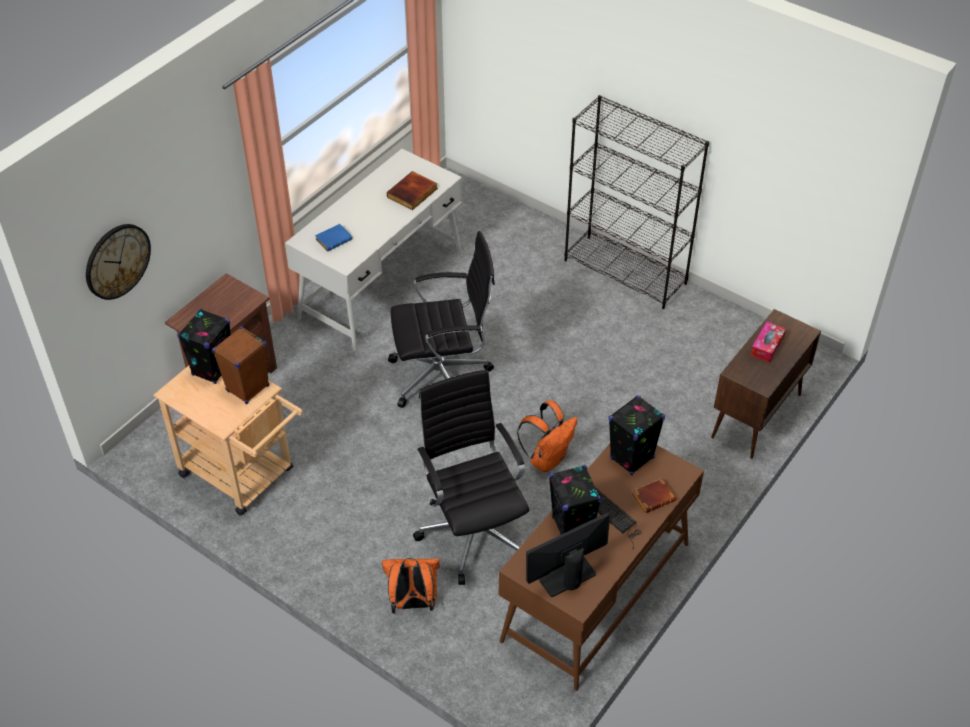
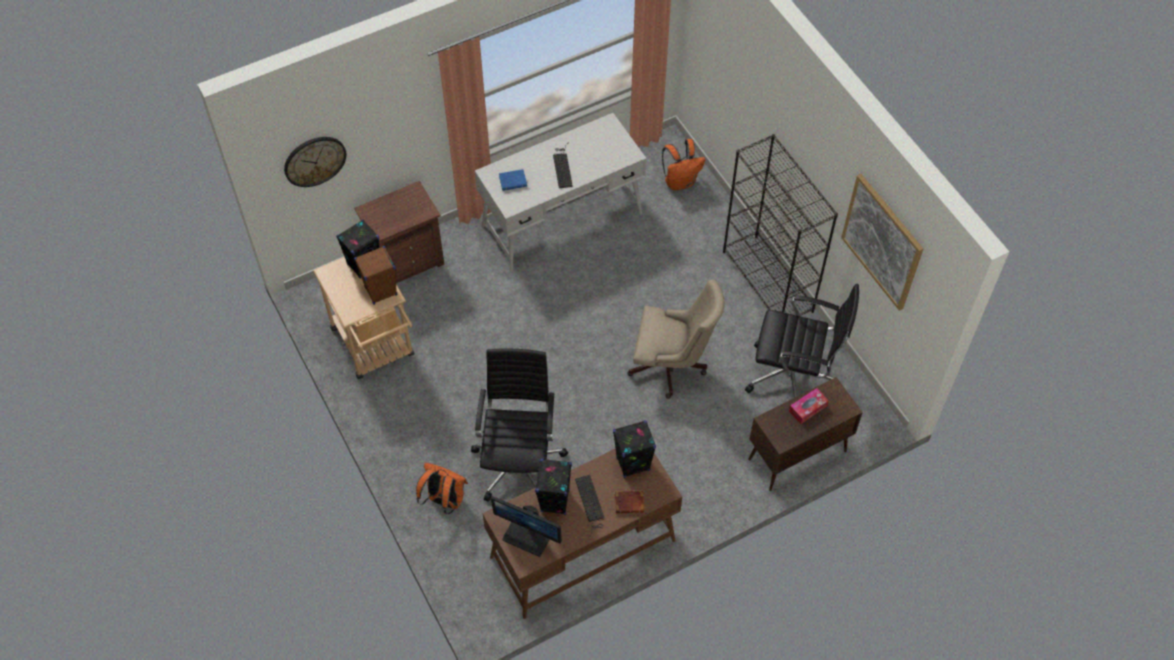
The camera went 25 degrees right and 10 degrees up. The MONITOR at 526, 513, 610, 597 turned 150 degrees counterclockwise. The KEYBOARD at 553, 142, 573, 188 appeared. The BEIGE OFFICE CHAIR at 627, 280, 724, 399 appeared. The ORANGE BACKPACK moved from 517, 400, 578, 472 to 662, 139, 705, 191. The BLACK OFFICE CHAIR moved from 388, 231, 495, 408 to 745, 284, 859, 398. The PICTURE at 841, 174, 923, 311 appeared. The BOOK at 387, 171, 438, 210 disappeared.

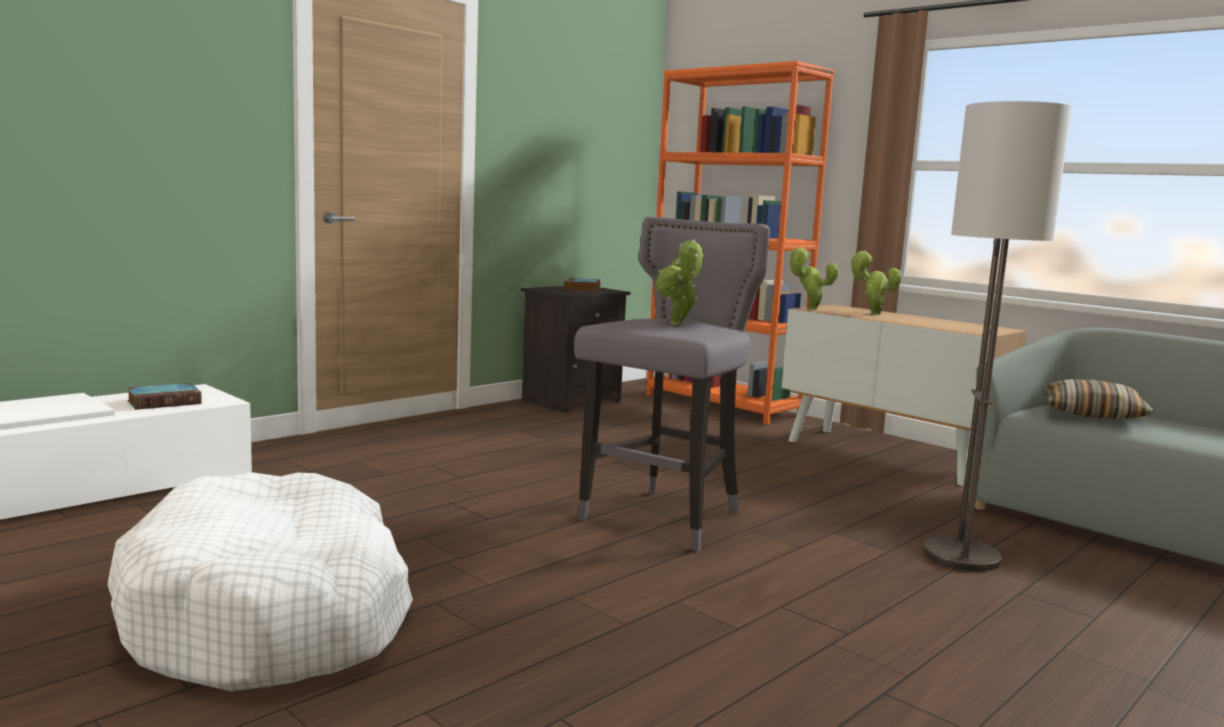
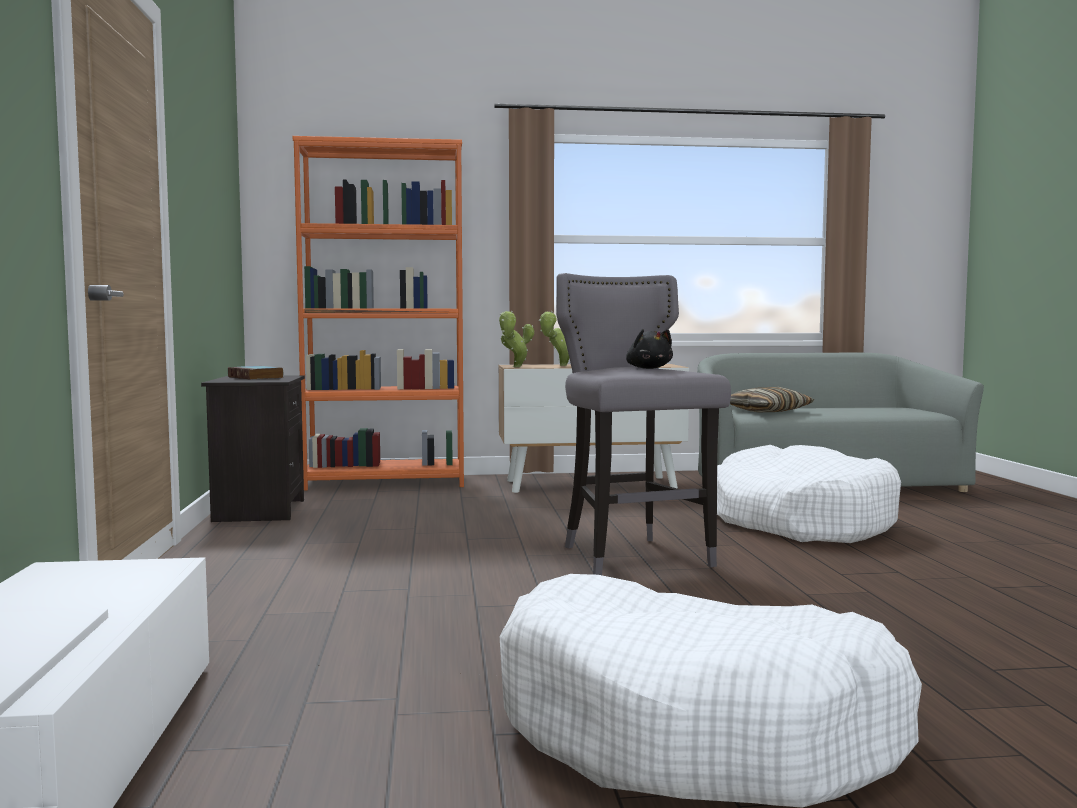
The camera went 50 degrees left and 5 degrees down. The POTTED PLANT at 655, 239, 703, 325 was replaced by the BLACK PLUSH TOY at 626, 329, 673, 369. The FLOOR LAMP at 923, 101, 1072, 571 was replaced by the WHITE DOG BED at 717, 445, 901, 543. The BOOK at 127, 383, 202, 410 disappeared.

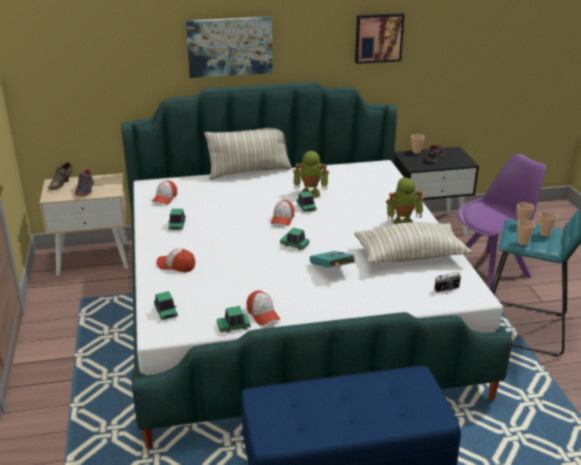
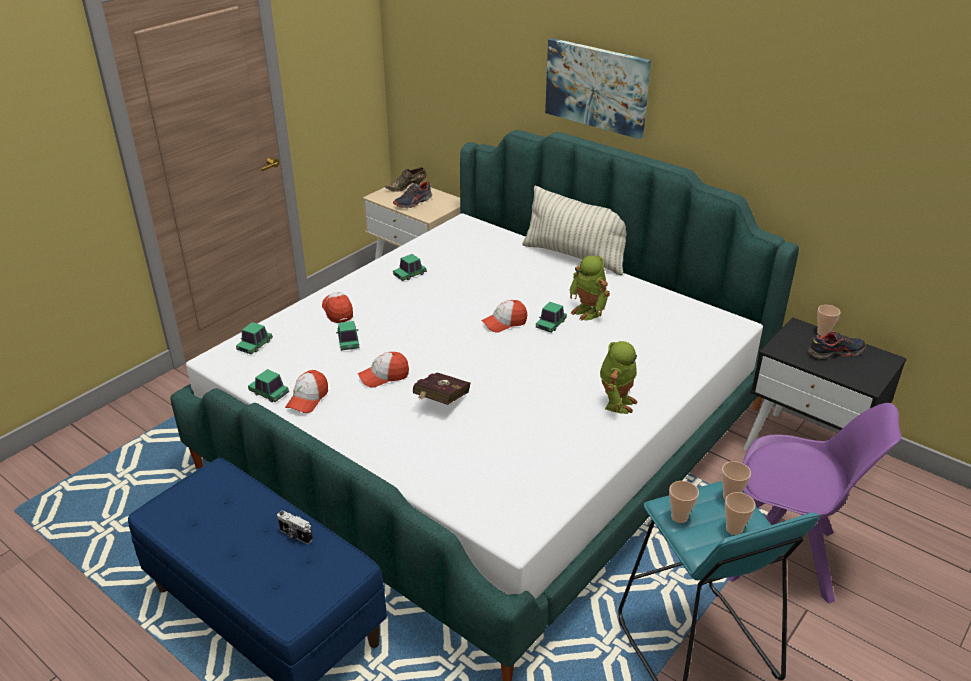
The camera went 50 degrees right and 5 degrees up. The PHOTO CAMERA moved from 434, 272, 461, 292 to 277, 510, 313, 544. The TOY CAR moved from 280, 228, 309, 250 to 336, 321, 359, 351. The CAP moved from 152, 180, 177, 204 to 358, 352, 409, 388. The TURQUOISE BOOK at 310, 251, 355, 268 became the RED BOOK at 413, 372, 471, 405. The TOY ROBOT at 386, 178, 424, 224 turned 105 degrees counterclockwise. The PILLOW at 354, 222, 472, 264 disappeared. The PICTURE at 355, 13, 405, 64 disappeared.

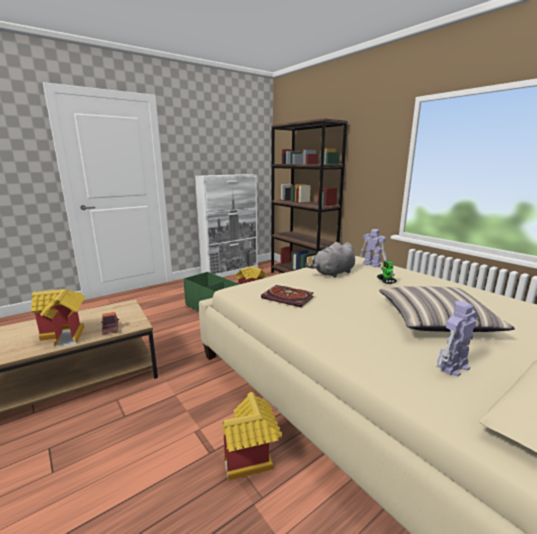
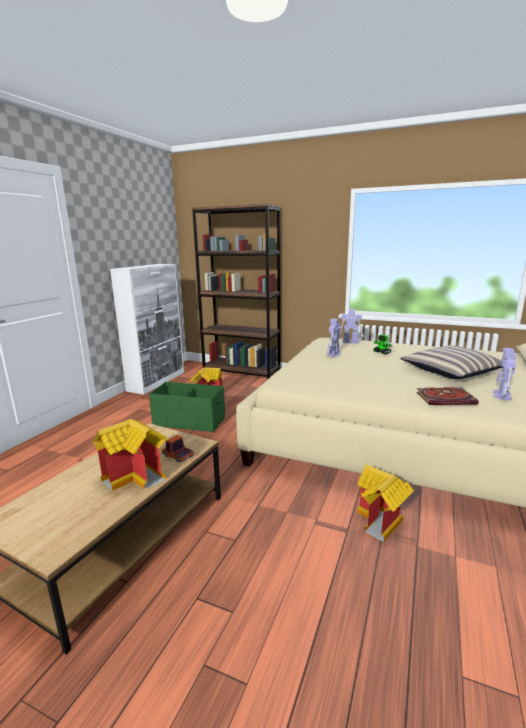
The camera went 30 degrees left and 0 degrees up. The GREY PLUSH TOY at 305, 242, 355, 278 was replaced by the TOY ROBOT at 326, 319, 341, 357. The BOOK moved from 261, 285, 314, 307 to 416, 387, 479, 405.

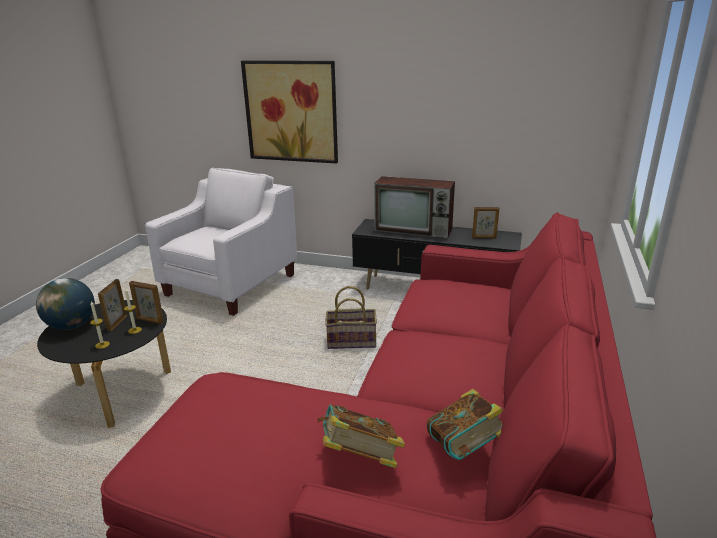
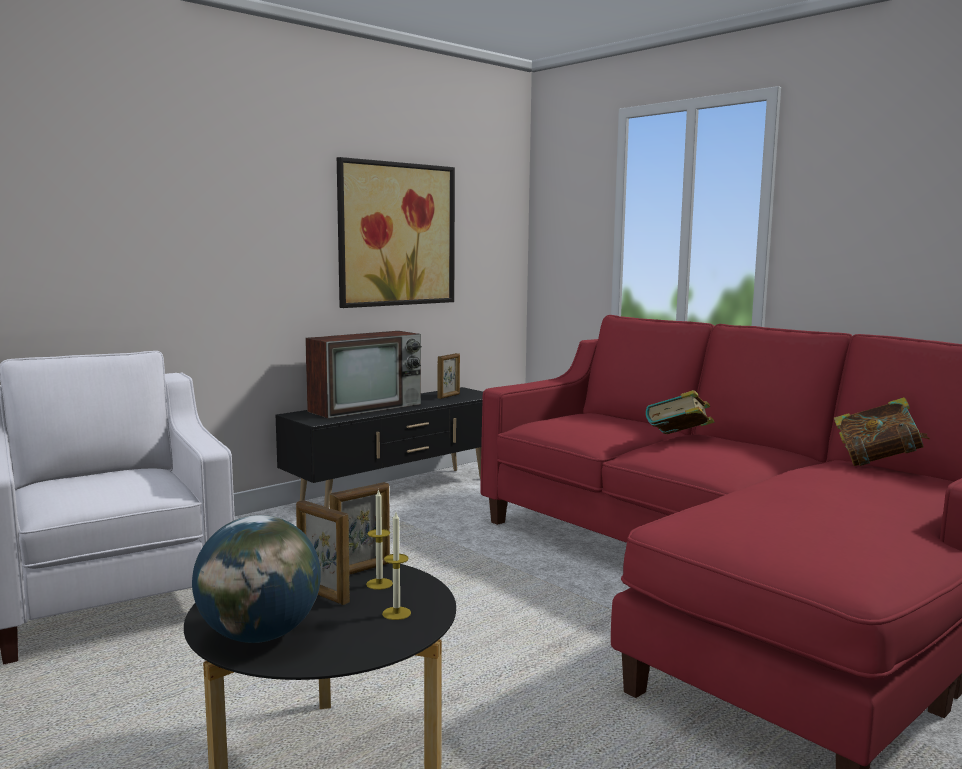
The camera went 60 degrees left and 15 degrees down. The PICTURE moved from 241, 60, 338, 164 to 337, 157, 455, 308. The BOOK moved from 317, 404, 405, 468 to 646, 390, 714, 434. The BASKET at 325, 286, 377, 349 disappeared.

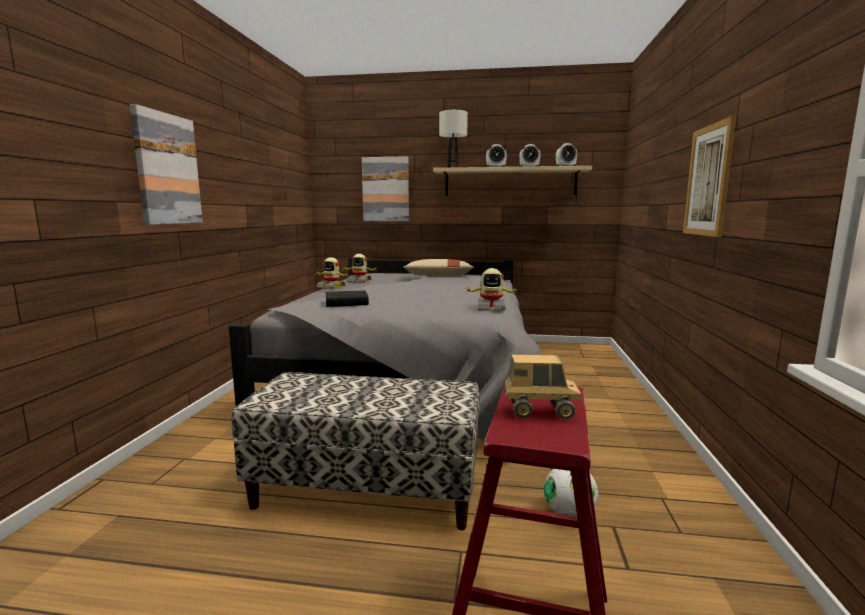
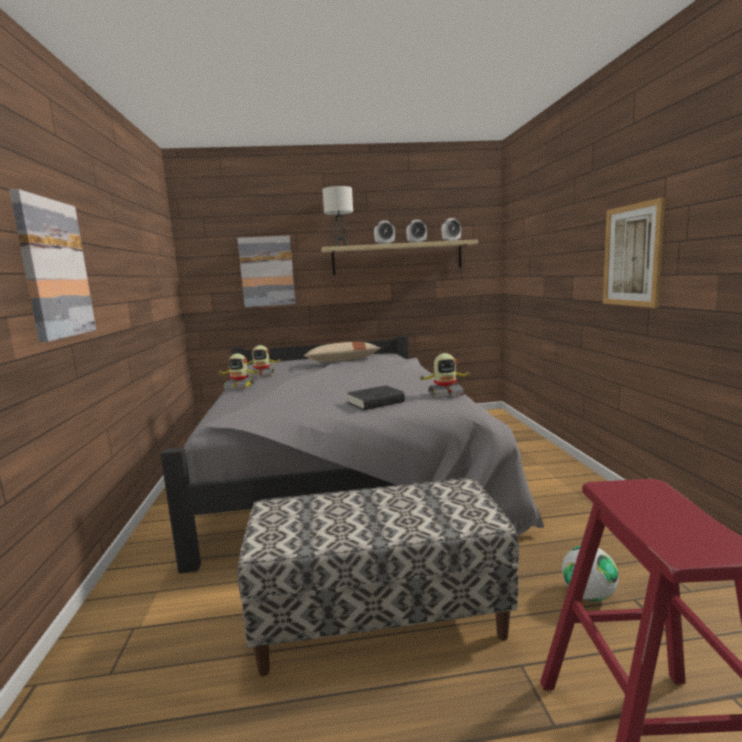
The camera went 15 degrees left and 0 degrees up. The BLACK BOOK moved from 325, 290, 369, 307 to 347, 385, 405, 410. The TOY TRUCK at 504, 355, 581, 419 disappeared.

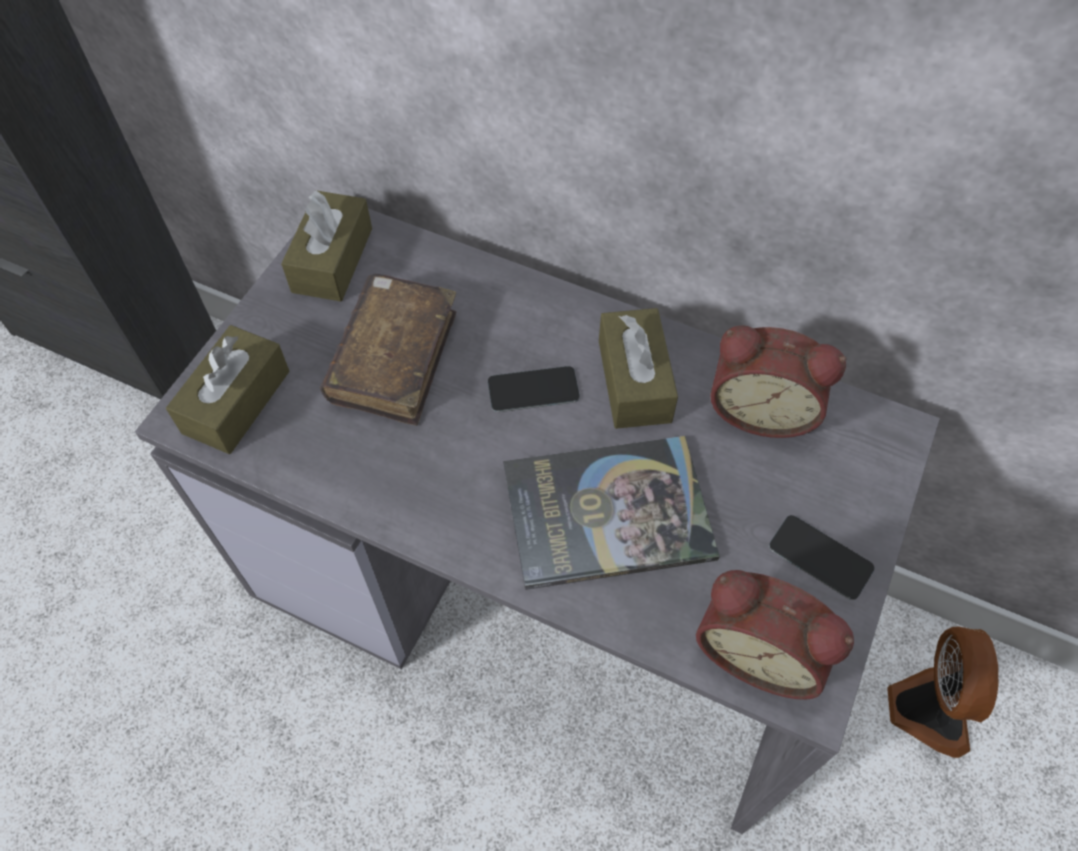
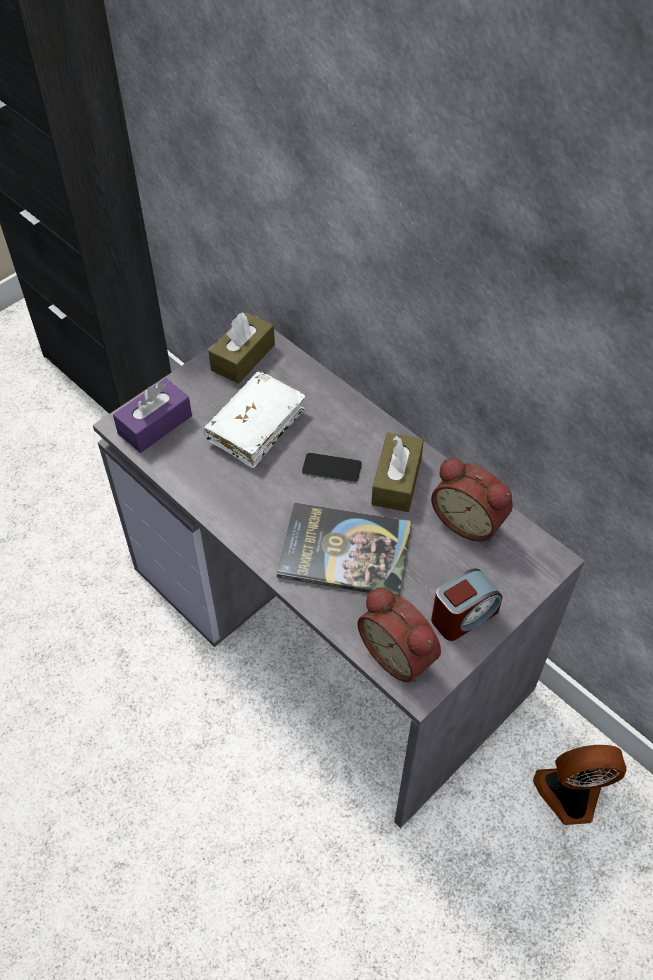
The camera went 20 degrees right and 5 degrees down. The BROWN TISSUE BOX at 166, 325, 290, 454 became the PURPLE TISSUE BOX at 113, 378, 192, 453. The BROWN BOOK at 320, 273, 456, 426 became the WHITE BOOK at 203, 371, 306, 468. The PHONE at 769, 515, 874, 600 was replaced by the ALARM CLOCK at 431, 568, 502, 641. The FAN at 887, 627, 998, 758 turned 120 degrees counterclockwise.

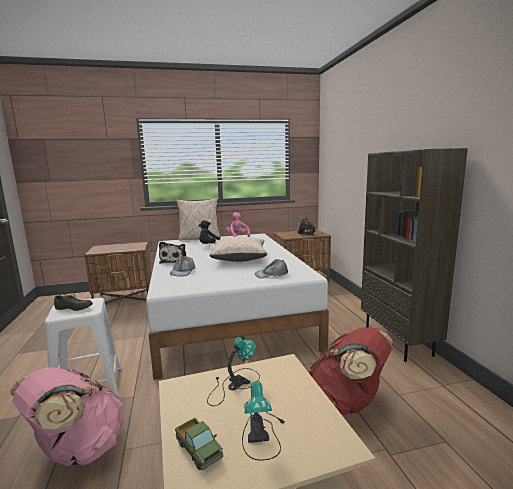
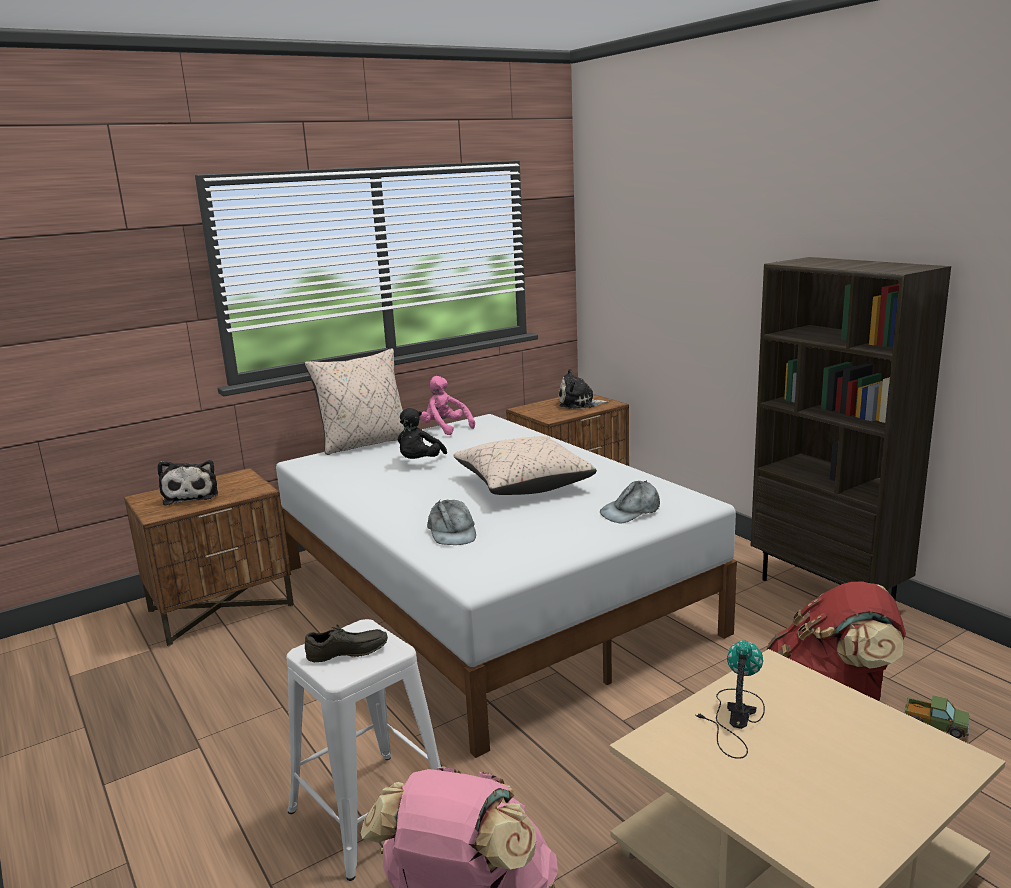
The camera went 20 degrees left and 5 degrees up. The PLUSH TOY moved from 159, 241, 186, 263 to 157, 460, 218, 505. The TOY TRUCK moved from 175, 418, 223, 470 to 904, 695, 970, 738. The TABLE LAMP at 242, 381, 286, 461 disappeared.

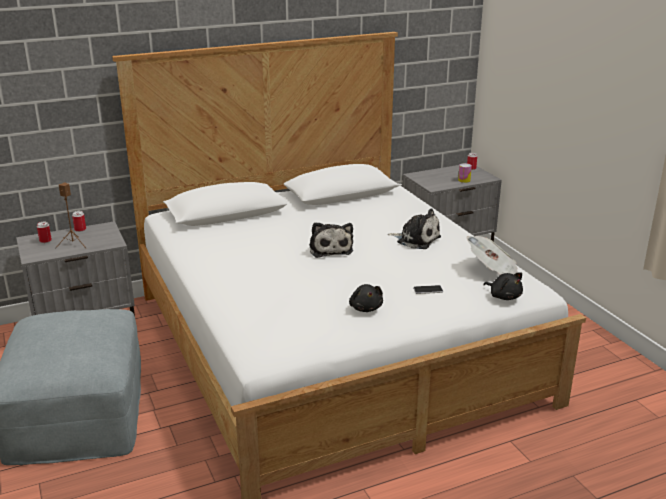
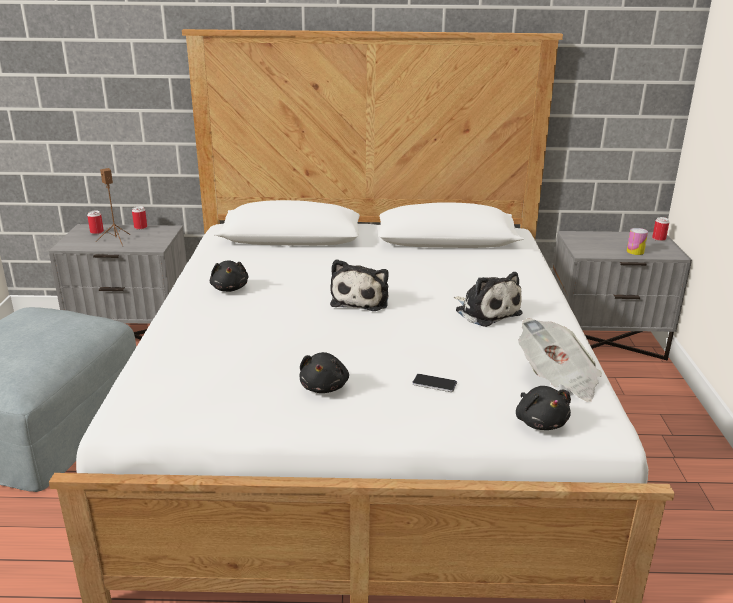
The camera went 25 degrees right and 0 degrees up. The BLACK PLUSH TOY at 210, 260, 248, 292 appeared.

